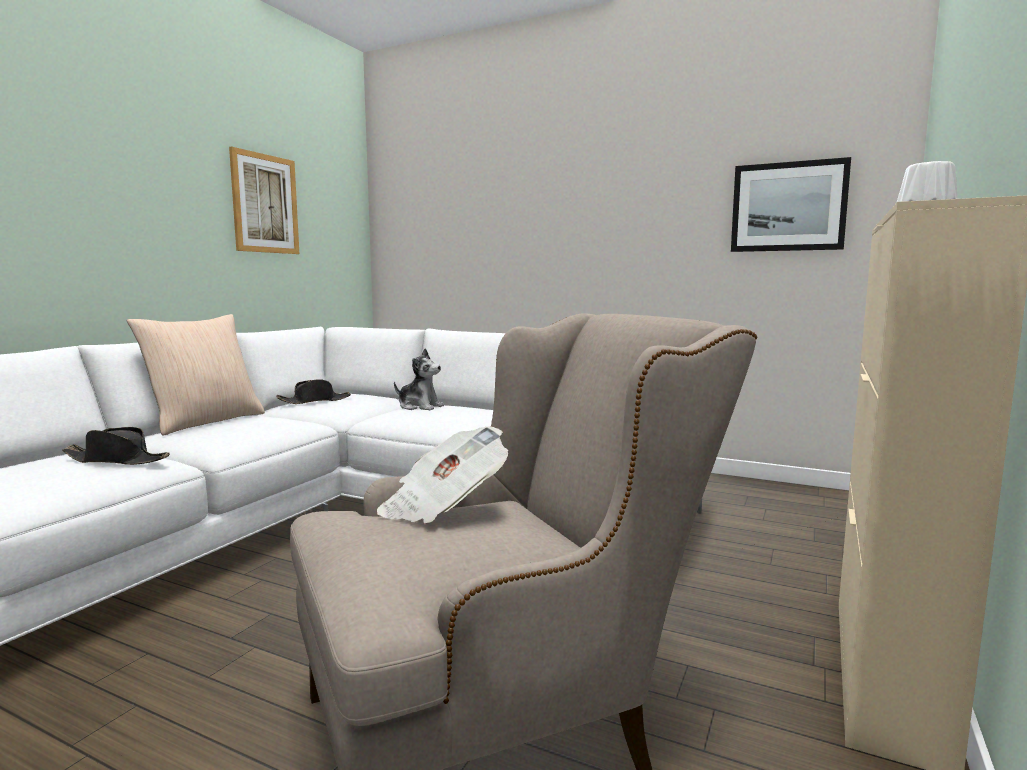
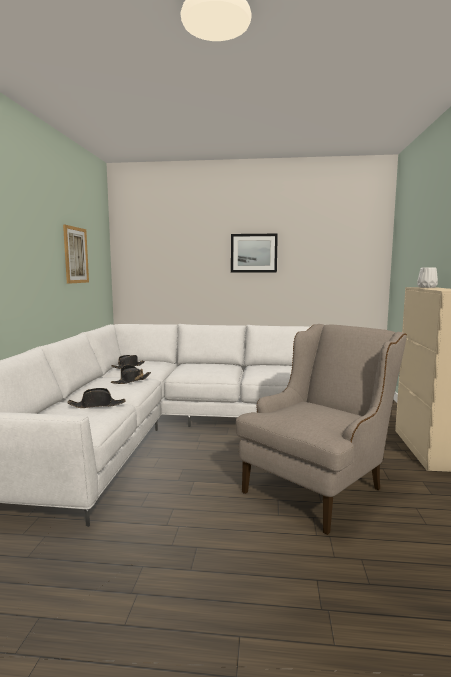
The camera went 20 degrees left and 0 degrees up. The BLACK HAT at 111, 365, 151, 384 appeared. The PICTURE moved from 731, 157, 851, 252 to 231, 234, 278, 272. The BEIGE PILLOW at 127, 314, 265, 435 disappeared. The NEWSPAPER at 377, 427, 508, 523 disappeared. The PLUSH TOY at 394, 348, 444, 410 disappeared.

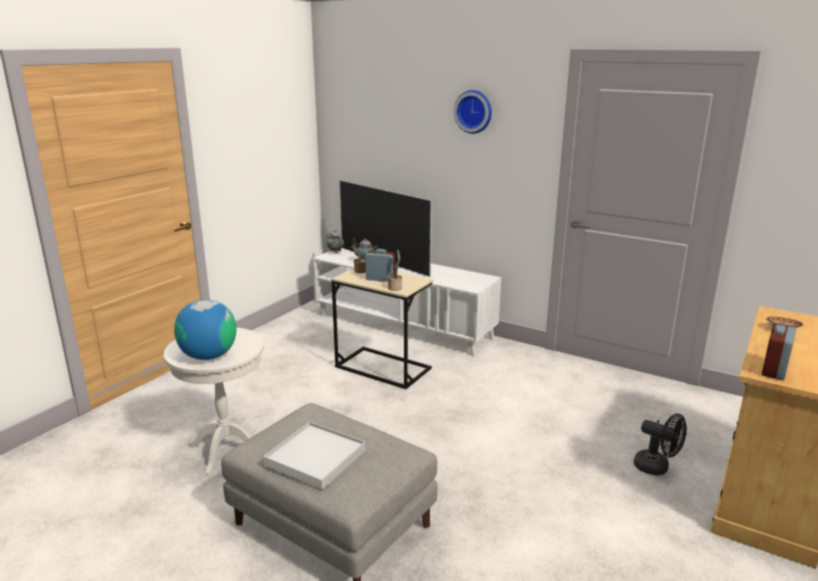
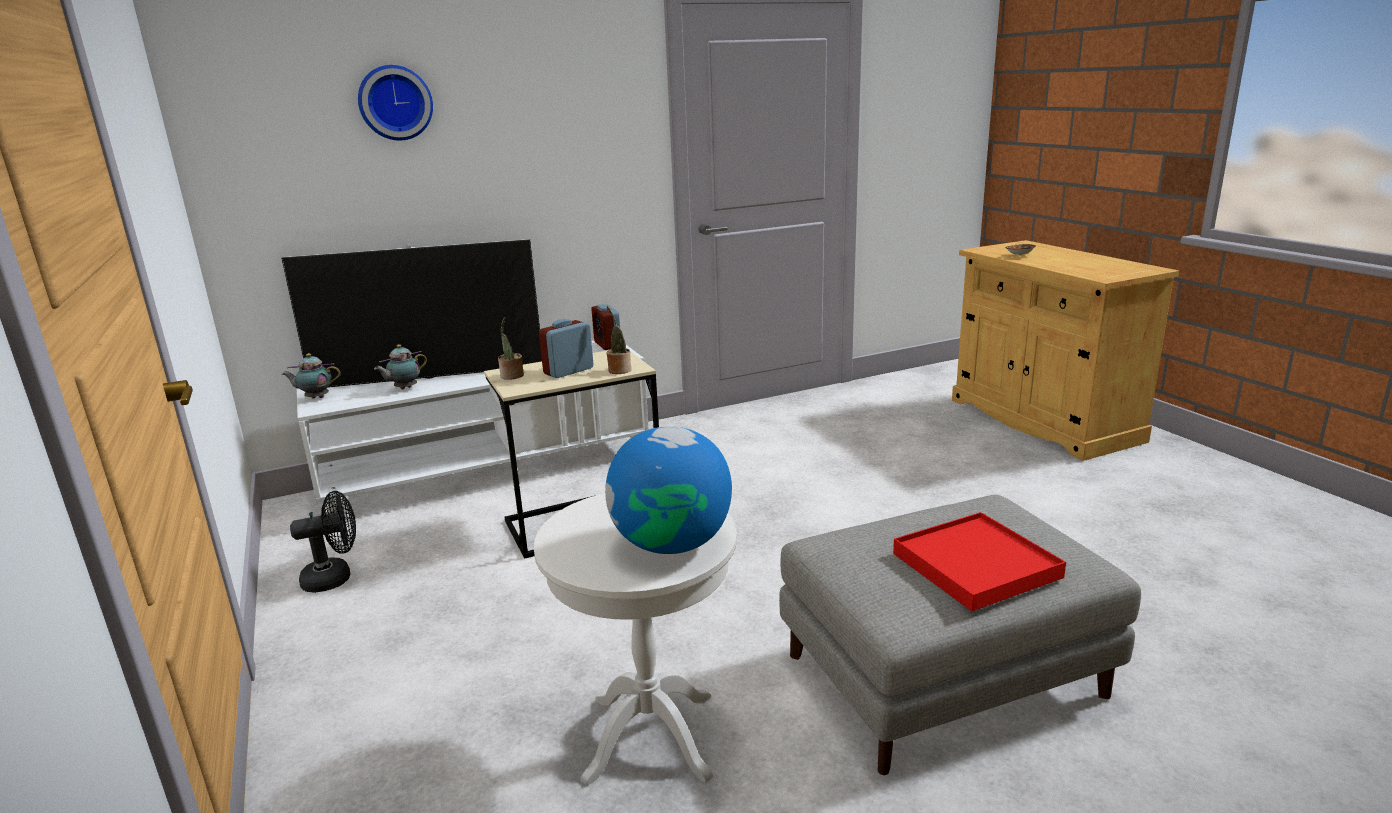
The camera went 55 degrees left and 0 degrees up. The BLACK FAN moved from 634, 413, 687, 476 to 290, 491, 356, 593. The WALL CLOCK moved from 454, 90, 492, 134 to 358, 65, 433, 141. The ALARM CLOCK moved from 762, 324, 796, 380 to 591, 304, 620, 350. The WHITE TRAY at 263, 422, 365, 490 became the RED TRAY at 893, 512, 1066, 611.

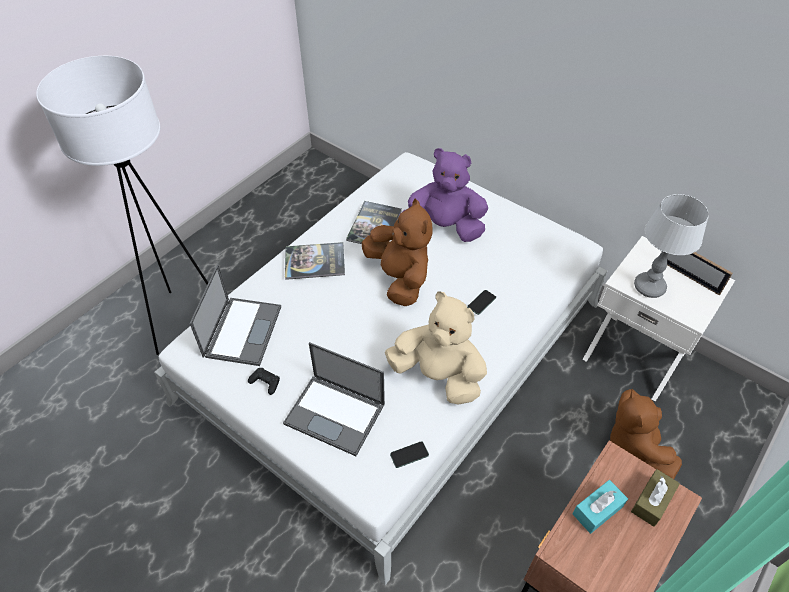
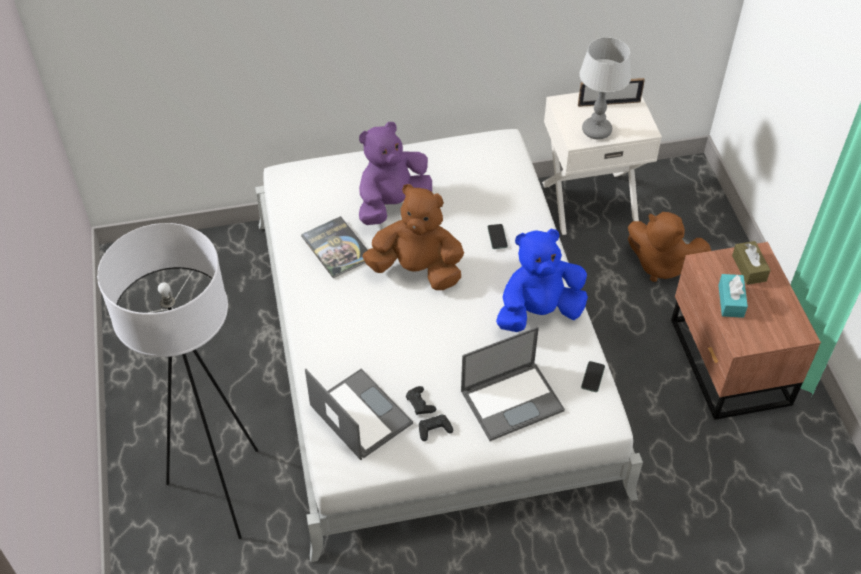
The camera went 50 degrees left and 0 degrees up. The BLACK GAME CONTROLLER at 406, 386, 436, 415 appeared. The BEIGE PLUSH TOY at 385, 292, 487, 405 became the BLUE PLUSH TOY at 496, 229, 588, 332. The BOOK at 285, 242, 345, 280 disappeared.

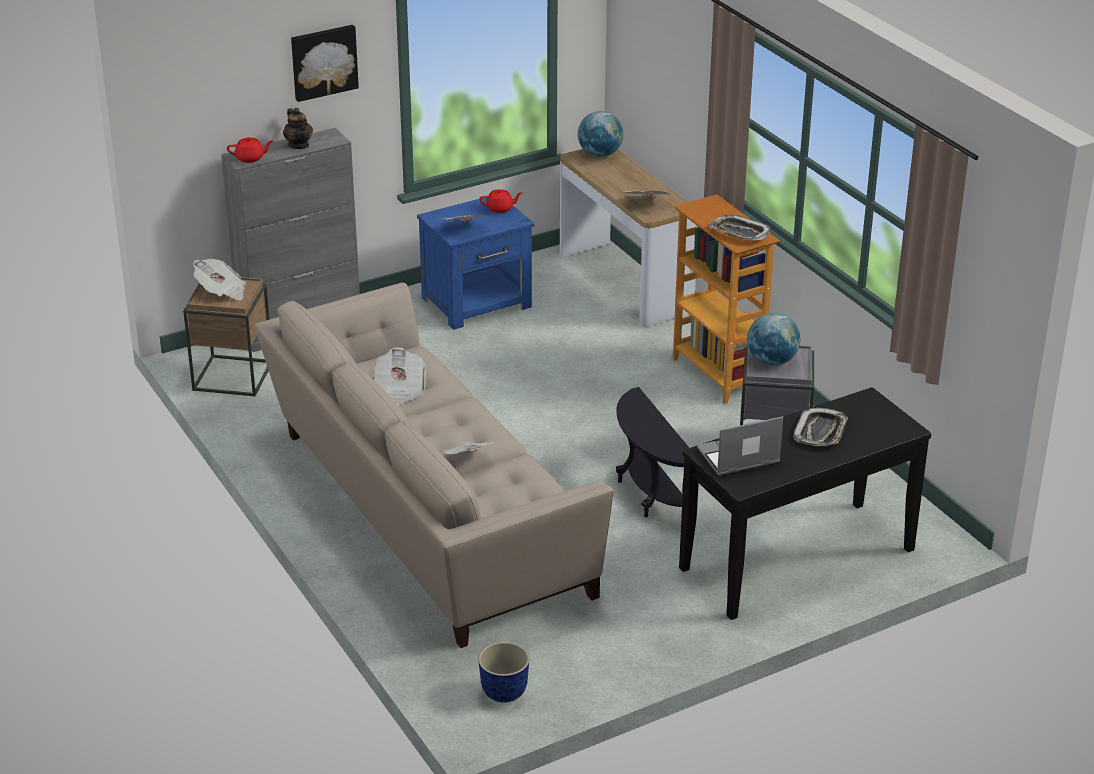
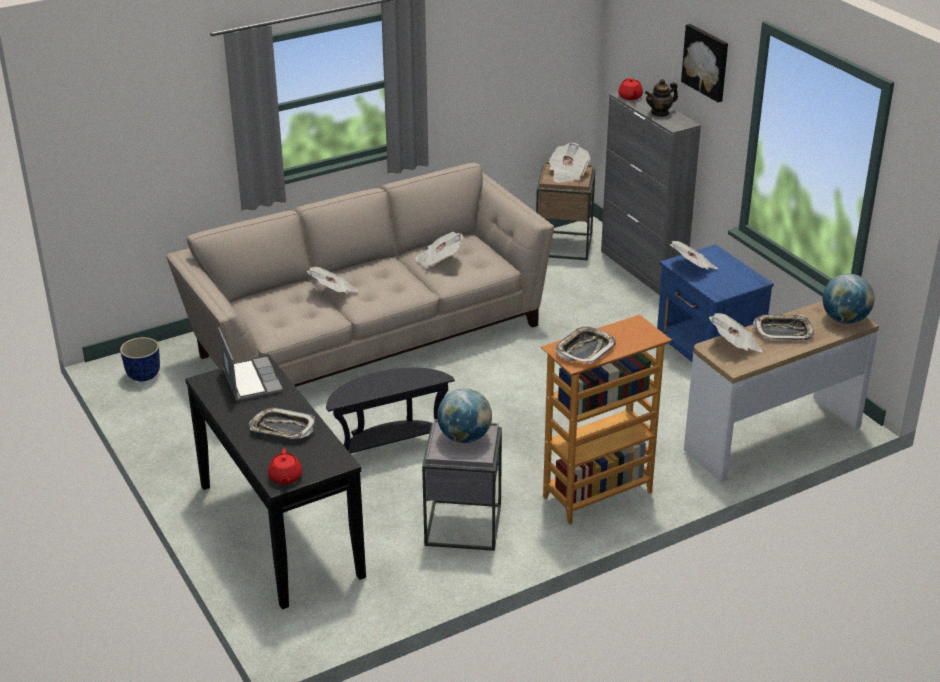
The camera went 90 degrees right and 0 degrees up. The RED TEAPOT moved from 479, 189, 522, 213 to 268, 449, 302, 485. The TRAY at 753, 315, 814, 340 appeared.

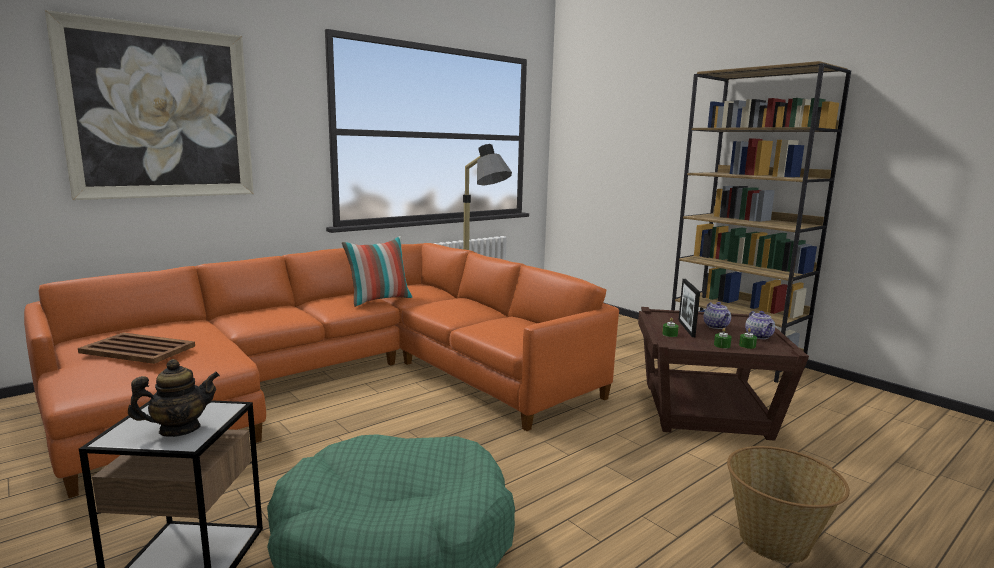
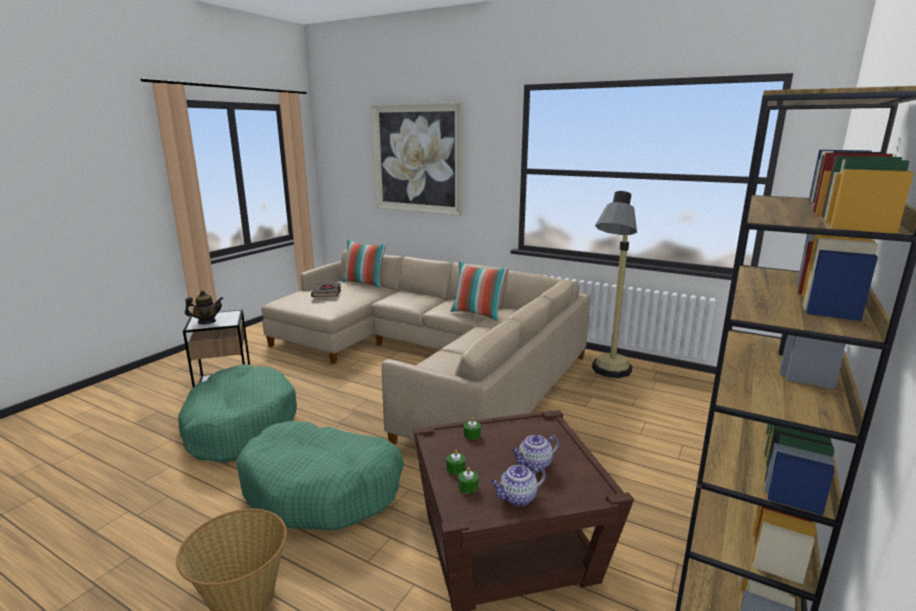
The camera went 70 degrees right and 5 degrees up. The TEAPOT at 128, 359, 220, 437 turned 60 degrees counterclockwise. The GREEN DOG BED at 236, 421, 404, 530 appeared. The ORANGE SOFA at 24, 243, 619, 498 became the BEIGE SOFA at 261, 250, 590, 445. The BROWN TRAY at 78, 333, 195, 364 was replaced by the BLACK BOOK at 311, 283, 341, 297. The PILLOW at 342, 240, 387, 288 appeared. The PICTURE FRAME at 678, 279, 700, 337 disappeared.

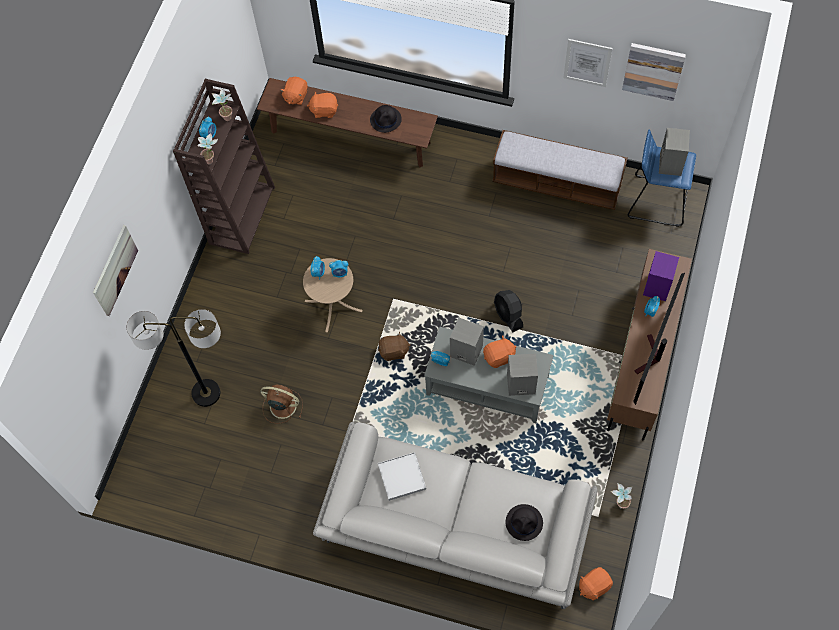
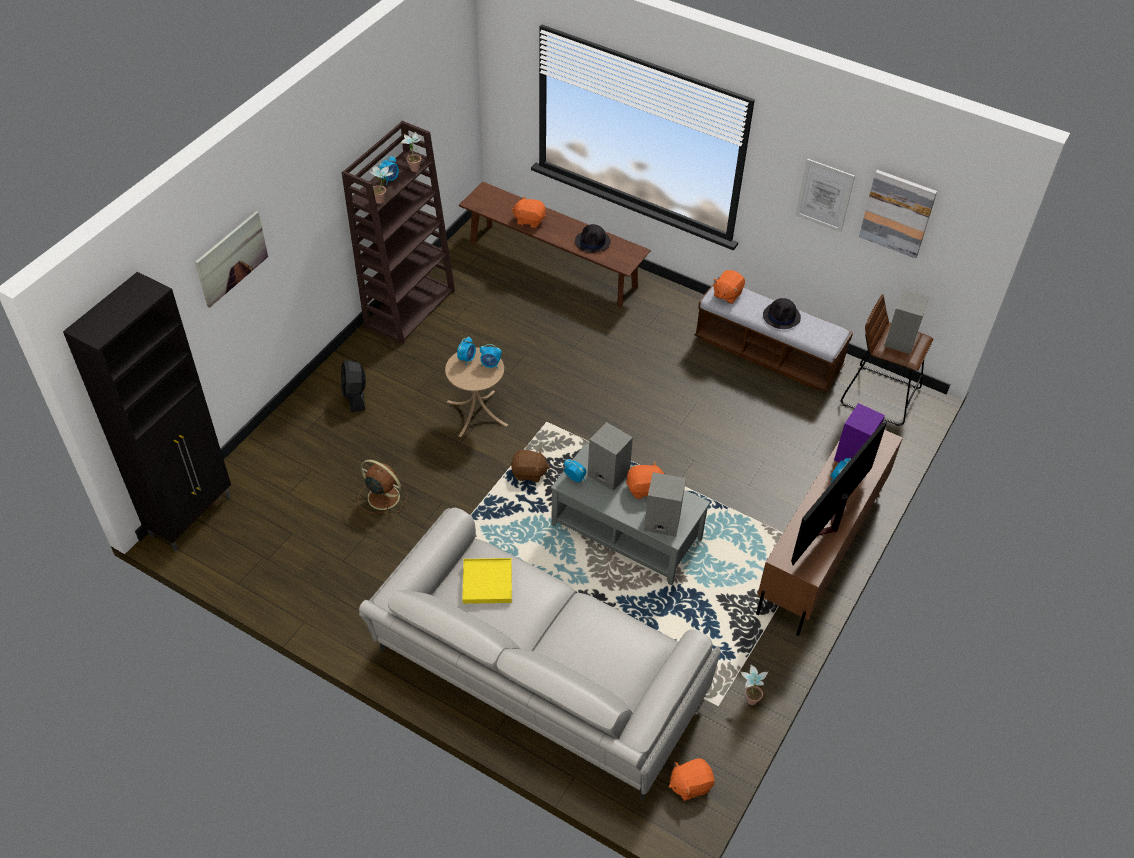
The camera went 10 degrees right and 15 degrees down. The BLACK CABINET at 63, 272, 231, 552 appeared. The BLACK FAN moved from 494, 290, 523, 333 to 341, 360, 366, 412. The WHITE TRAY at 378, 452, 426, 501 became the YELLOW TRAY at 462, 558, 512, 604. The ORANGE PLUSH TOY moved from 281, 77, 308, 105 to 713, 270, 745, 304. The BLACK HAT moved from 505, 504, 543, 541 to 763, 298, 801, 329. The BLUE STOOL at 628, 130, 696, 227 became the BROWN STOOL at 841, 294, 933, 426. The FLOOR LAMP at 126, 309, 221, 407 disappeared.

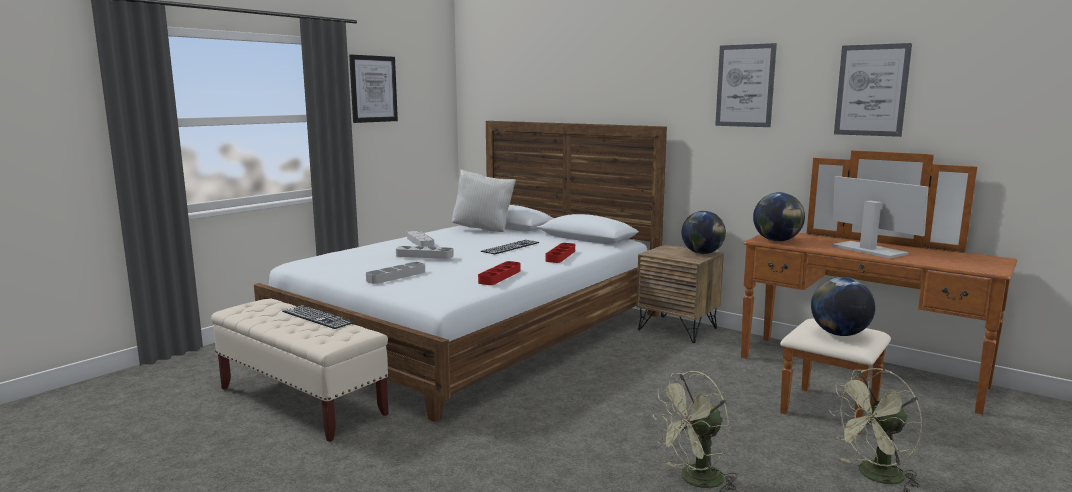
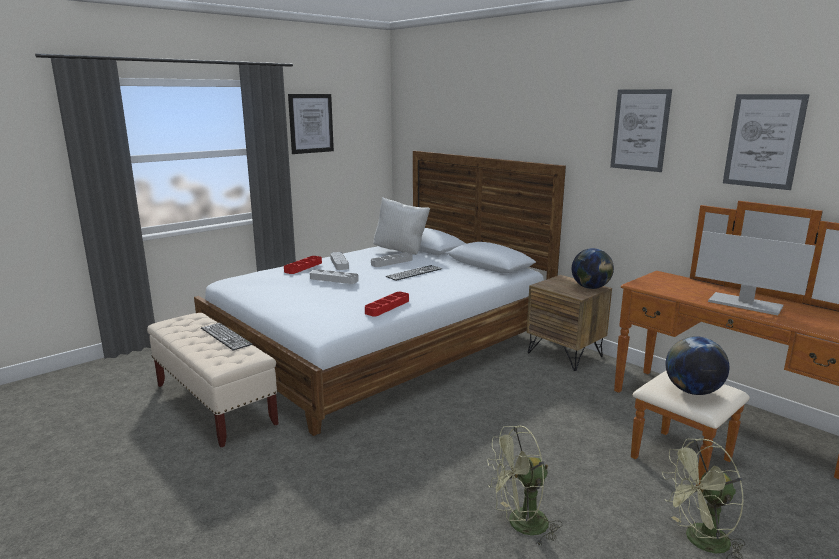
The camera went 10 degrees right and 5 degrees up. The RED TRAY moved from 546, 243, 575, 263 to 284, 256, 322, 274. The GREY TRAY moved from 366, 262, 425, 284 to 371, 252, 413, 267. The MONITOR at 832, 176, 929, 259 turned 150 degrees clockwise. The GLOBE at 753, 192, 805, 242 disappeared.

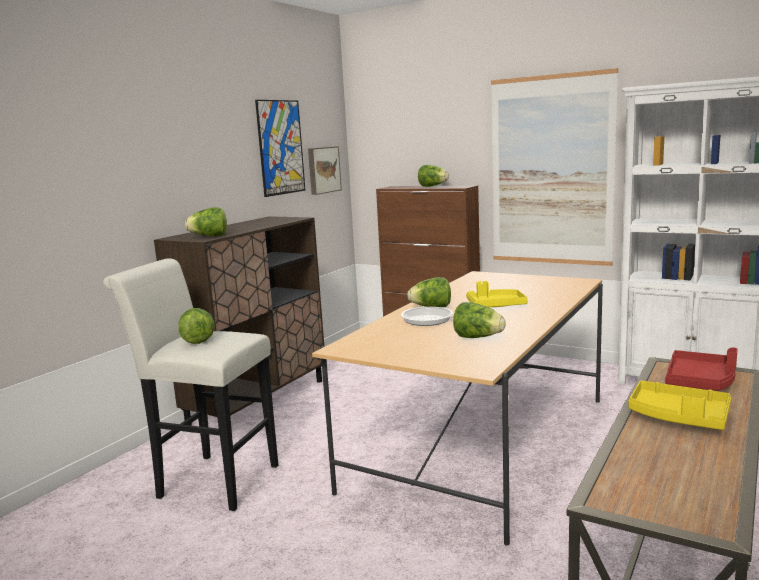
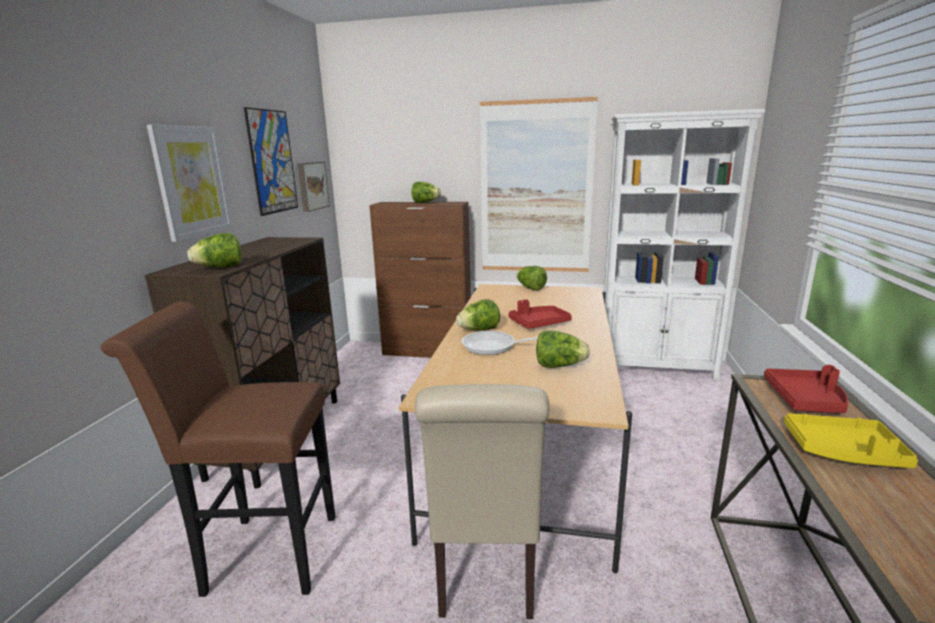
The camera went 20 degrees left and 5 degrees up. The WHITE STOOL at 103, 258, 278, 511 became the BROWN STOOL at 101, 301, 335, 597. The PICTURE at 147, 125, 233, 242 appeared. The BEIGE CHAIR at 415, 384, 549, 619 appeared. The YELLOW TRAY at 466, 281, 528, 307 became the RED TRAY at 508, 299, 572, 329. The LETTUCE moved from 179, 308, 215, 344 to 516, 266, 547, 291.

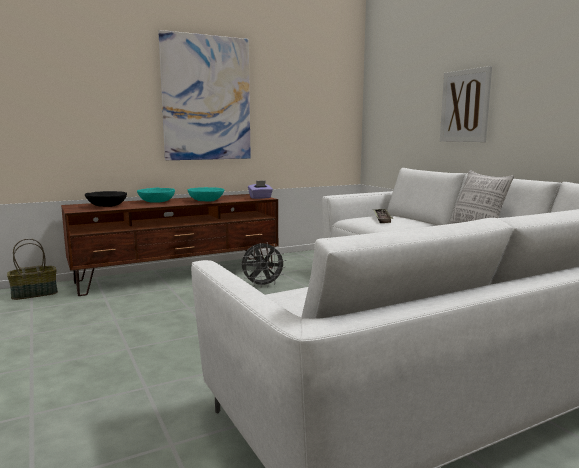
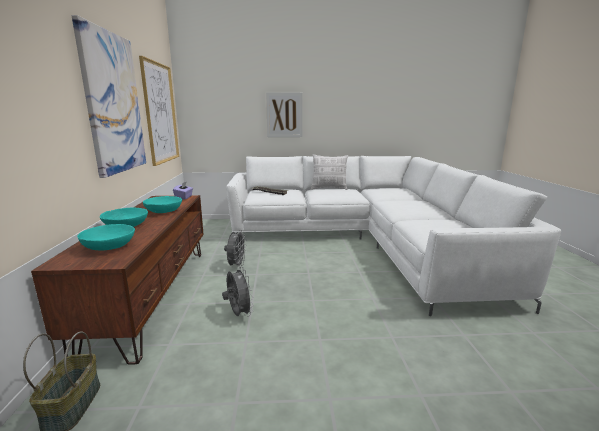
The camera went 65 degrees left and 5 degrees up. The BLACK BOWL at 85, 191, 127, 207 became the TURQUOISE BOWL at 77, 224, 135, 251. The PICTURE at 139, 56, 179, 166 appeared. The GREY FAN at 222, 266, 254, 317 appeared.

